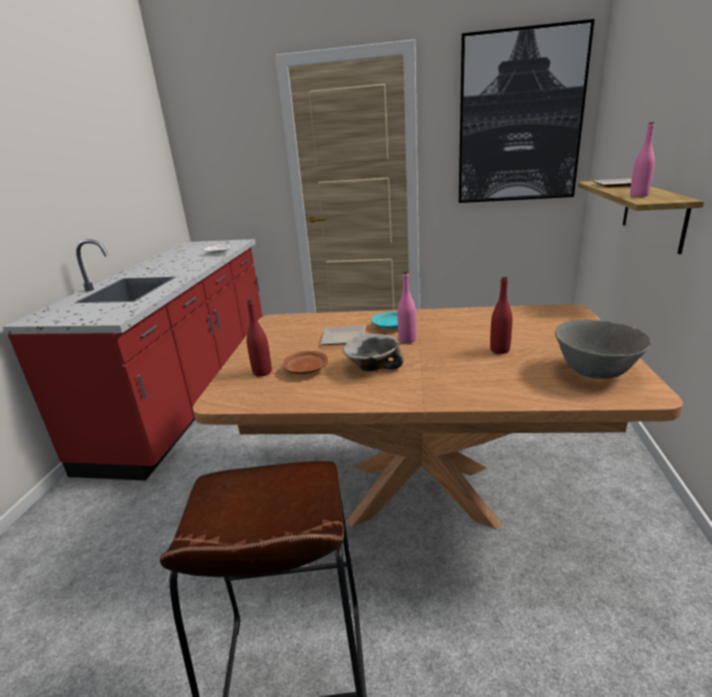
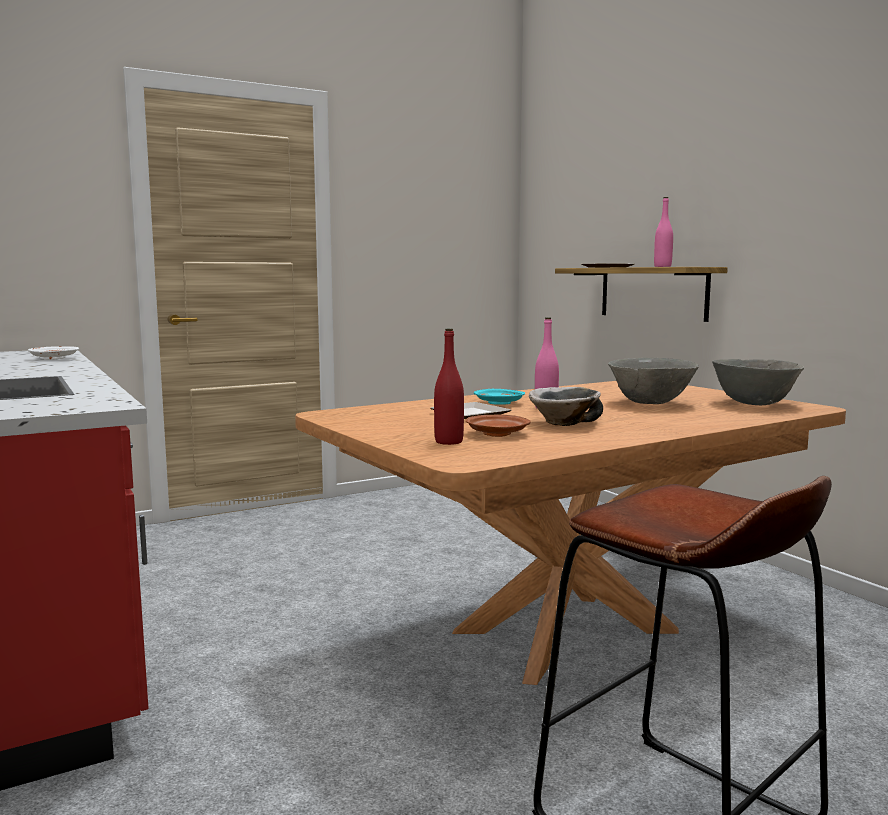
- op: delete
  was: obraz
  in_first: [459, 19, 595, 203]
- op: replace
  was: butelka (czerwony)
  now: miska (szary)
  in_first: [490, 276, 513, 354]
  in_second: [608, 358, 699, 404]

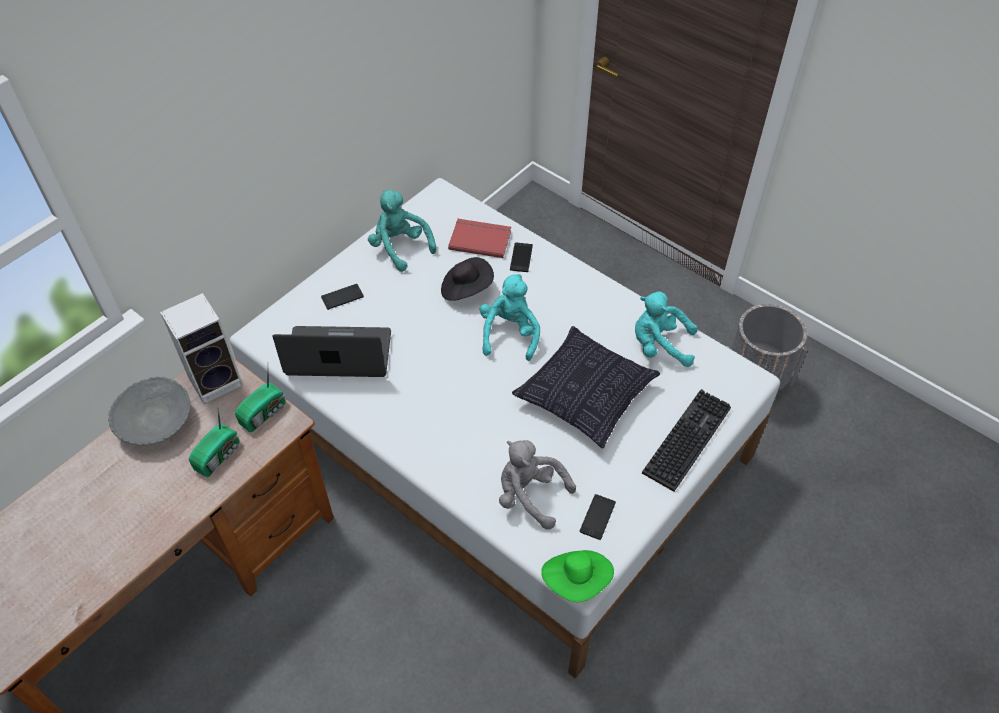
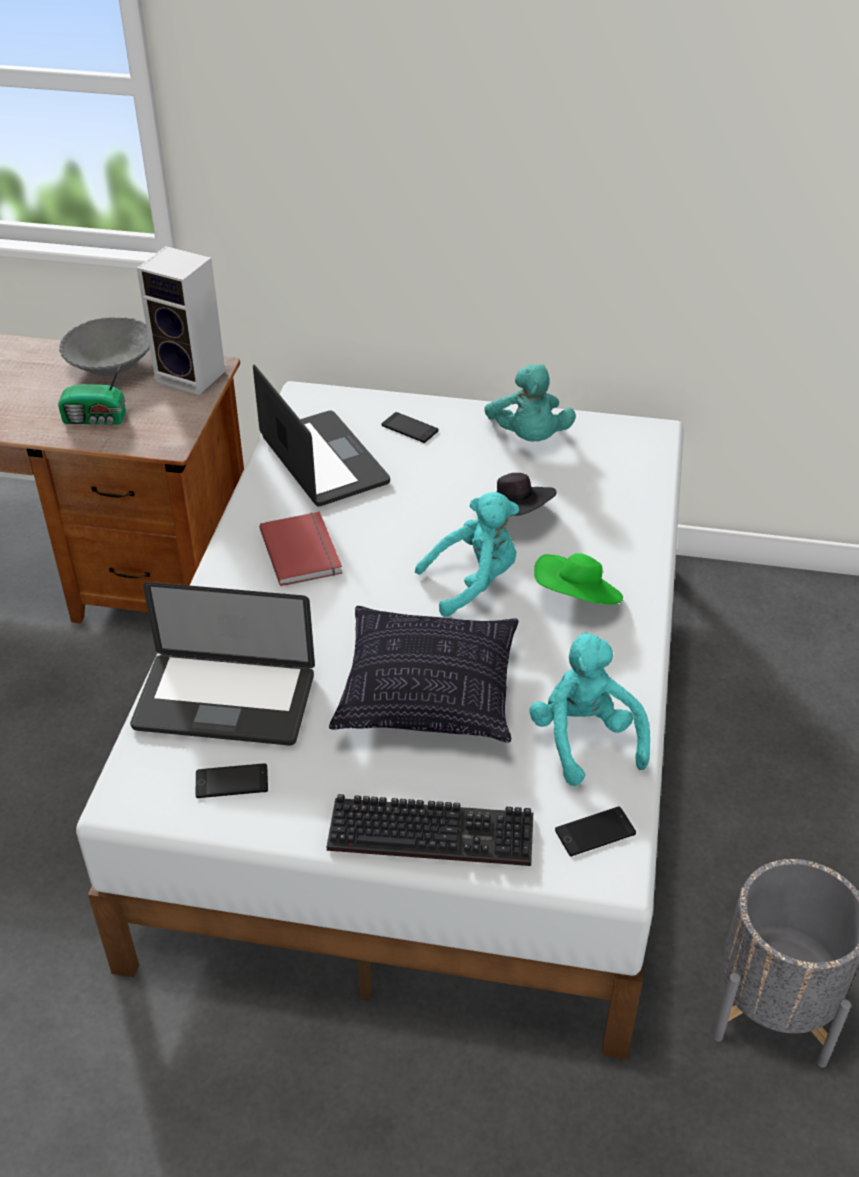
- op: delete
  was: radio
  in_first: [235, 367, 286, 432]
- op: move
  was: książka (czerwony)
  in_first: [448, 219, 511, 258]
  in_second: [259, 512, 342, 586]
- op: move
  was: telefon
  in_first: [510, 243, 533, 272]
  in_second: [555, 807, 636, 857]
- op: move
  was: kapelusz (zielony)
  in_first: [541, 550, 614, 602]
  in_second: [534, 553, 623, 604]
- op: replace
  was: pluszak (szary)
  now: laptop
  in_first: [499, 440, 576, 530]
  in_second: [130, 582, 315, 746]
- op: rotate
  was: pluszak (turkusowy)
  in_first: [368, 190, 436, 272]
  in_second: [484, 364, 576, 442]
  clockwise: 150

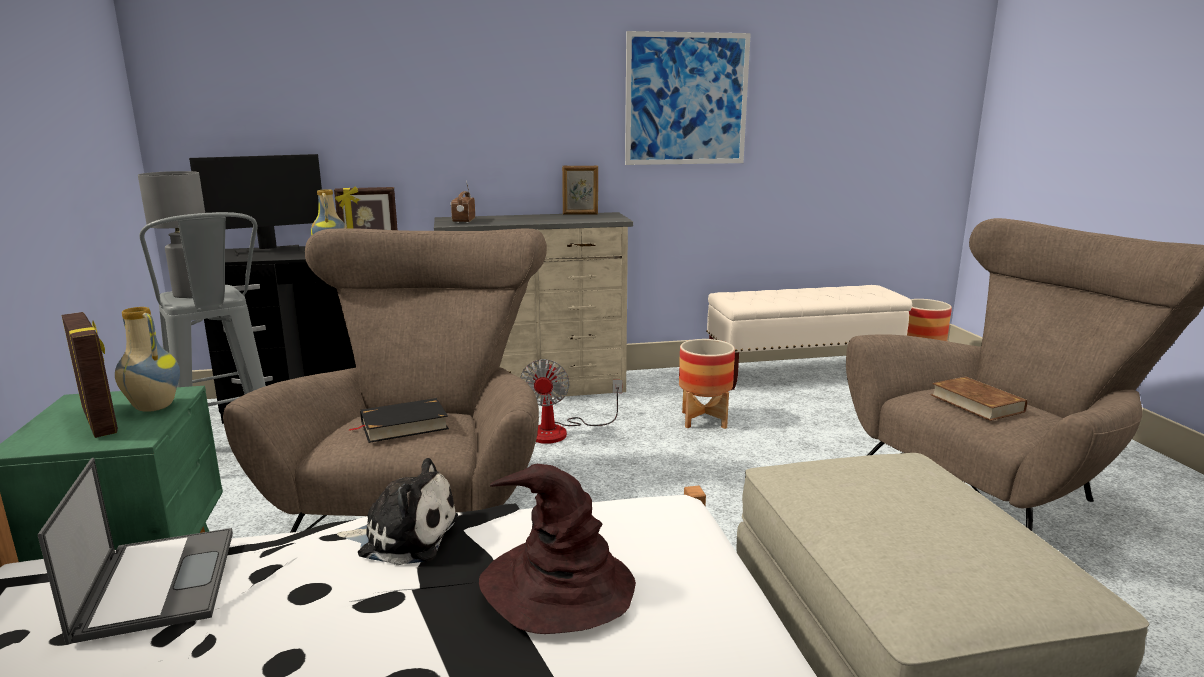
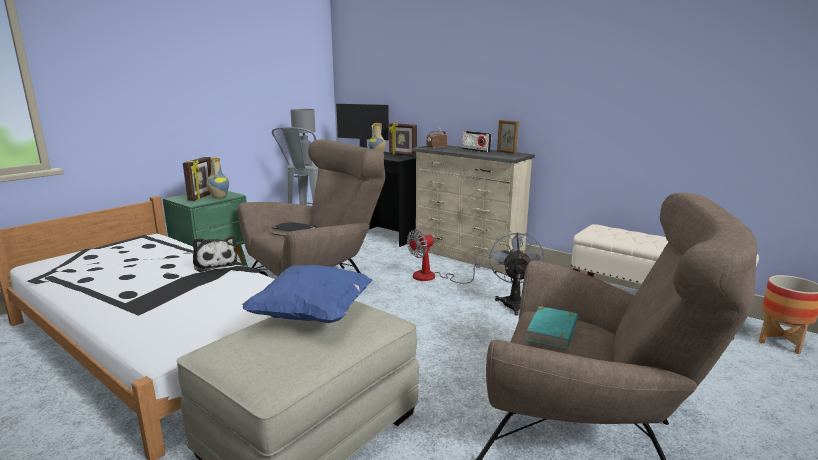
- op: delete
  was: laptop
  in_first: [37, 458, 233, 644]
- op: delete
  was: kapelusz (brązowy)
  in_first: [479, 464, 636, 634]
- op: delete
  was: obraz
  in_first: [625, 31, 751, 165]
- op: insert
  now: poduszka (niebieski)
  in_second: [242, 265, 373, 323]
- op: insert
  now: radio
  in_second: [462, 131, 492, 153]
- op: replace
  was: donica
  now: wentylator (szary)
  in_first: [679, 339, 735, 429]
  in_second: [489, 230, 544, 315]
- op: recolor
  was: książka (brązowy)
  now: książka (turkusowy)
  in_first: [931, 376, 1027, 421]
  in_second: [526, 306, 578, 350]

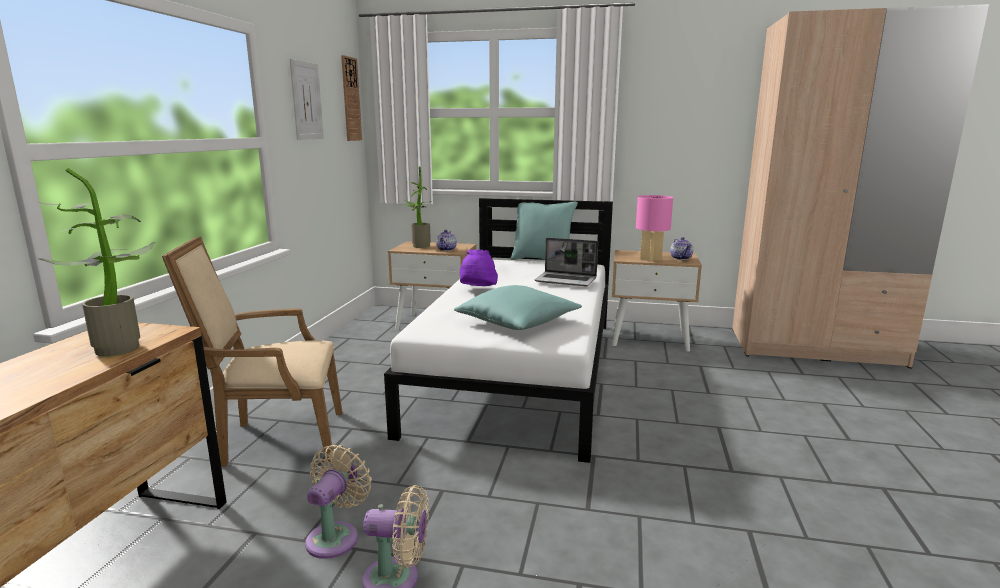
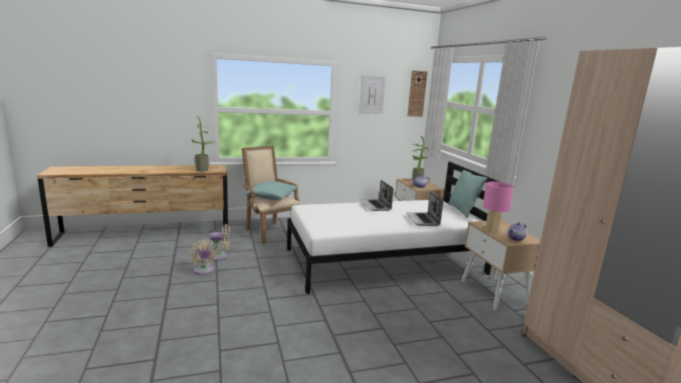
- op: move
  was: poduszka (turkusowy)
  in_first: [454, 285, 582, 330]
  in_second: [245, 181, 299, 200]
- op: replace
  was: kapelusz (fioletowy)
  now: laptop
  in_first: [460, 249, 498, 286]
  in_second: [359, 180, 393, 211]

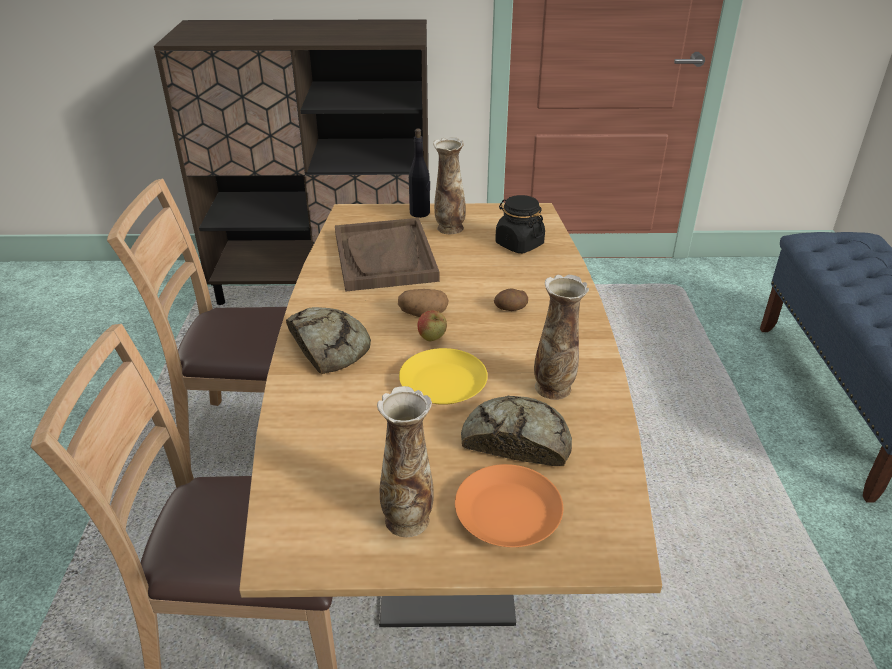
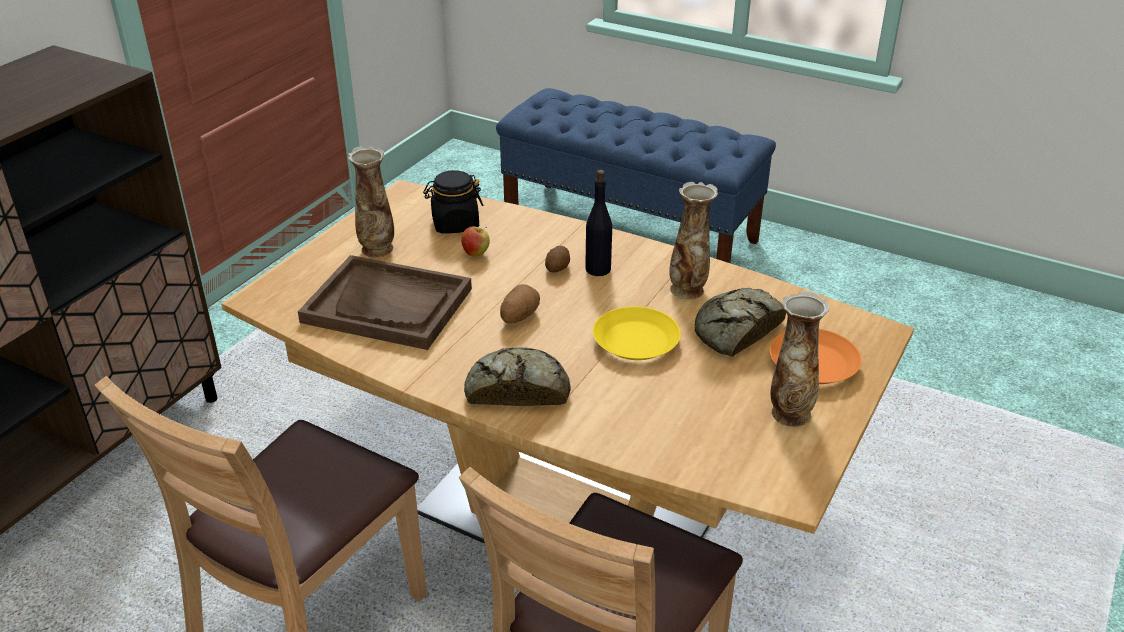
- op: move
  was: butelka (czarny)
  in_first: [409, 129, 430, 218]
  in_second: [585, 170, 612, 276]
- op: move
  was: jabłko
  in_first: [417, 310, 447, 342]
  in_second: [461, 227, 490, 256]

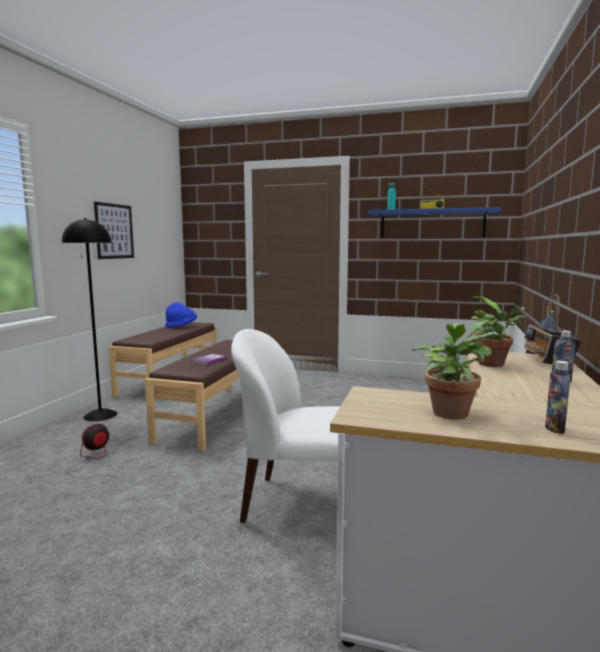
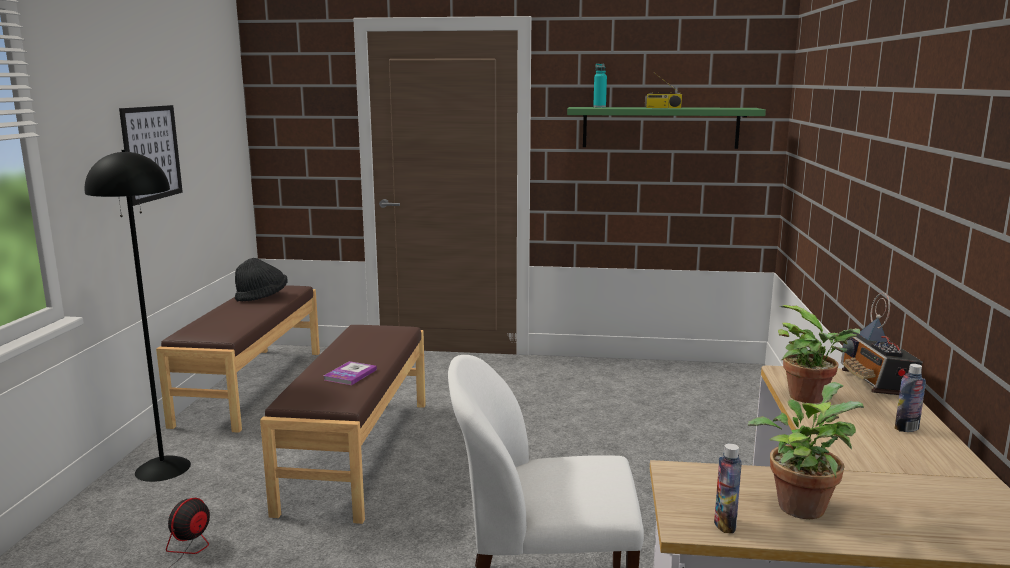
- op: move
  was: butelka
  in_first: [545, 361, 571, 434]
  in_second: [714, 443, 742, 533]
- op: recolor
  was: kapelusz (niebieski)
  now: kapelusz (czarny)
  in_first: [165, 302, 197, 328]
  in_second: [235, 258, 288, 301]
- op: recolor
  was: półka (niebieski)
  now: półka (zielony)
  in_first: [369, 207, 501, 238]
  in_second: [567, 107, 766, 149]

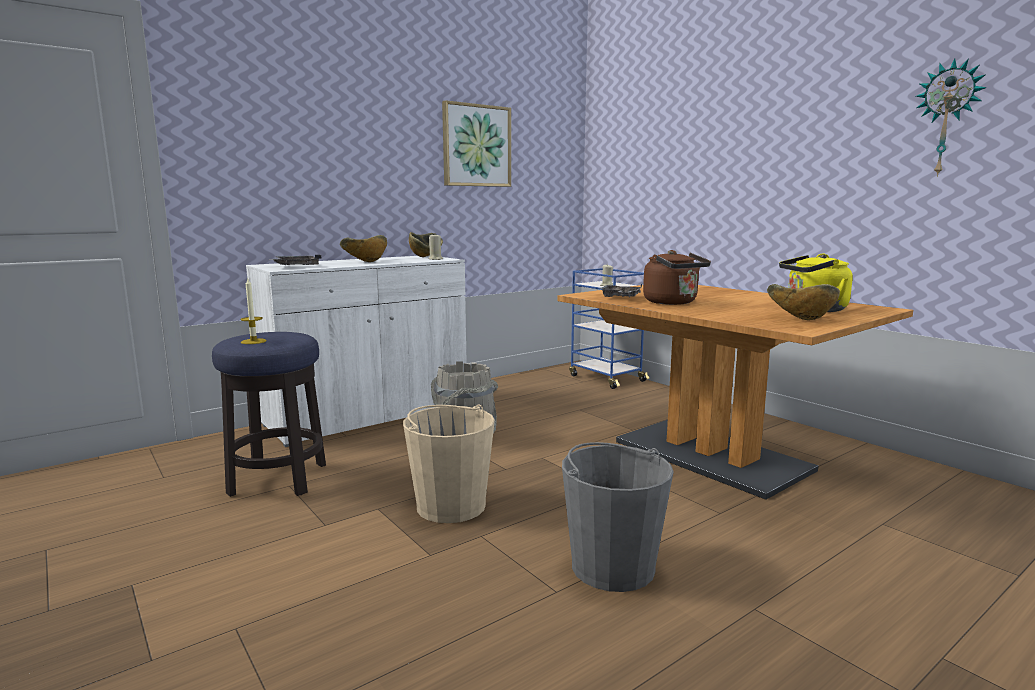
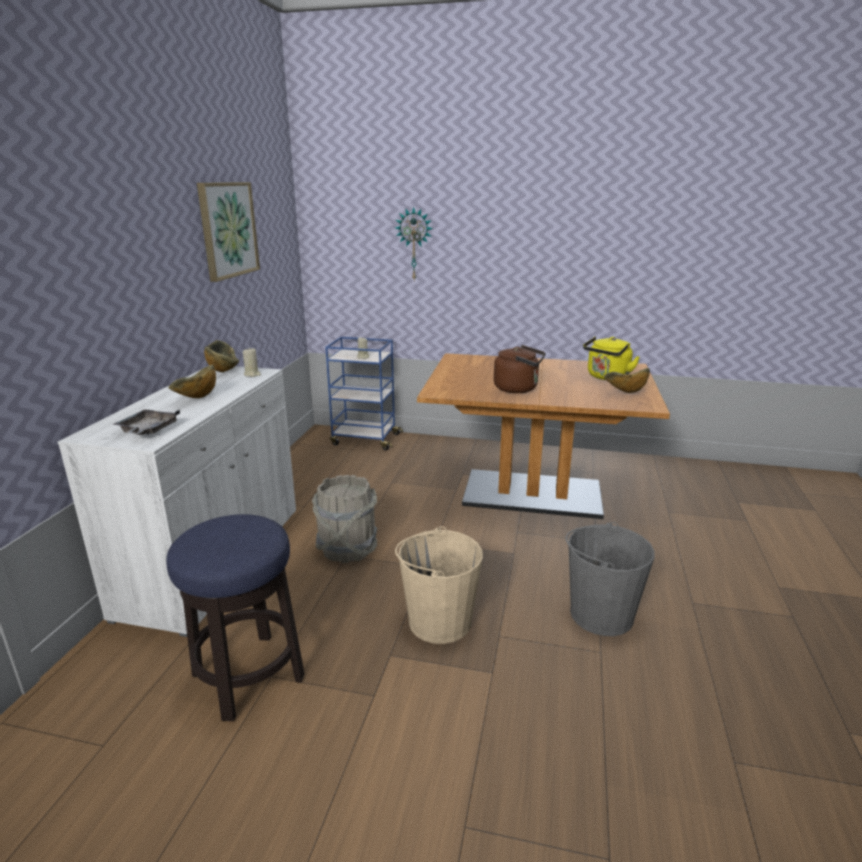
- op: delete
  was: świeca
  in_first: [241, 279, 267, 344]
- op: delete
  was: taca (szary)
  in_first: [599, 284, 642, 297]
- op: move
  was: zegar ścienny
  in_first: [916, 58, 987, 177]
  in_second: [396, 207, 433, 280]

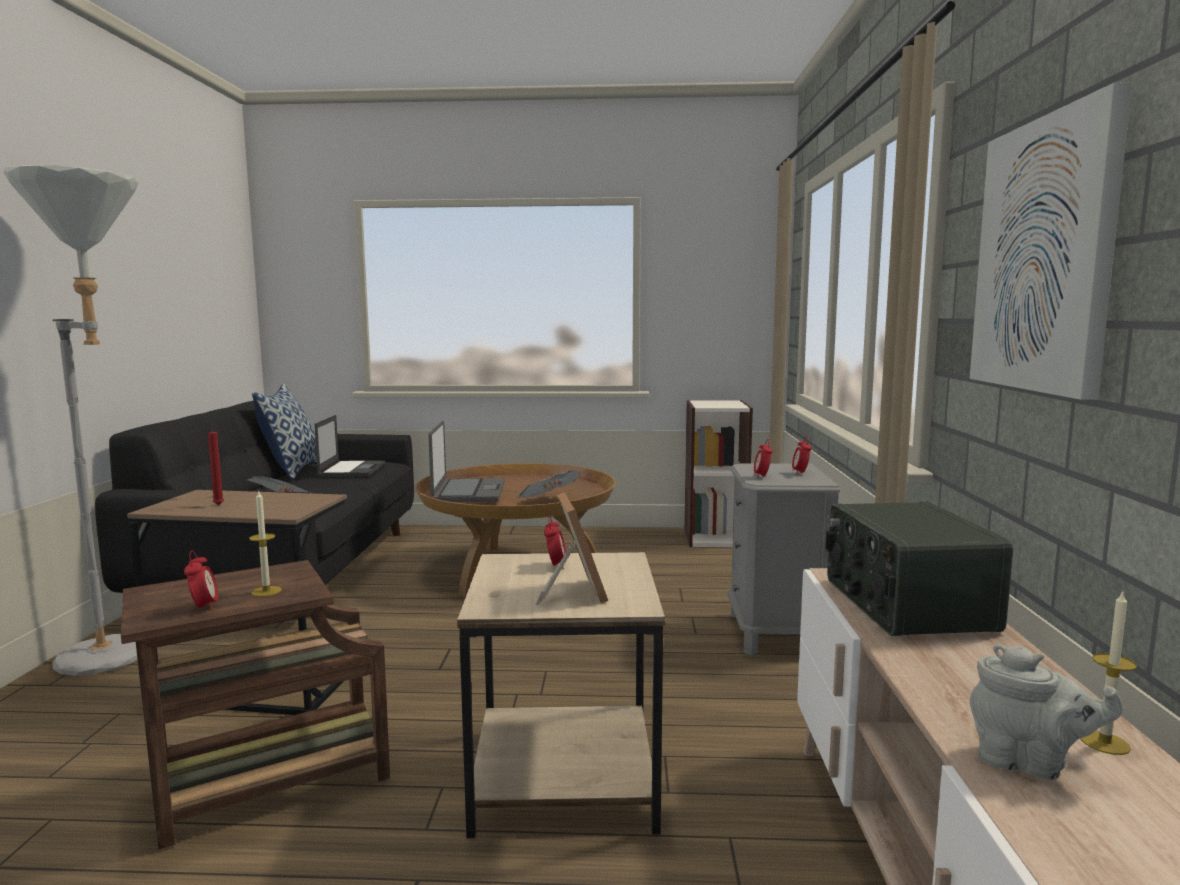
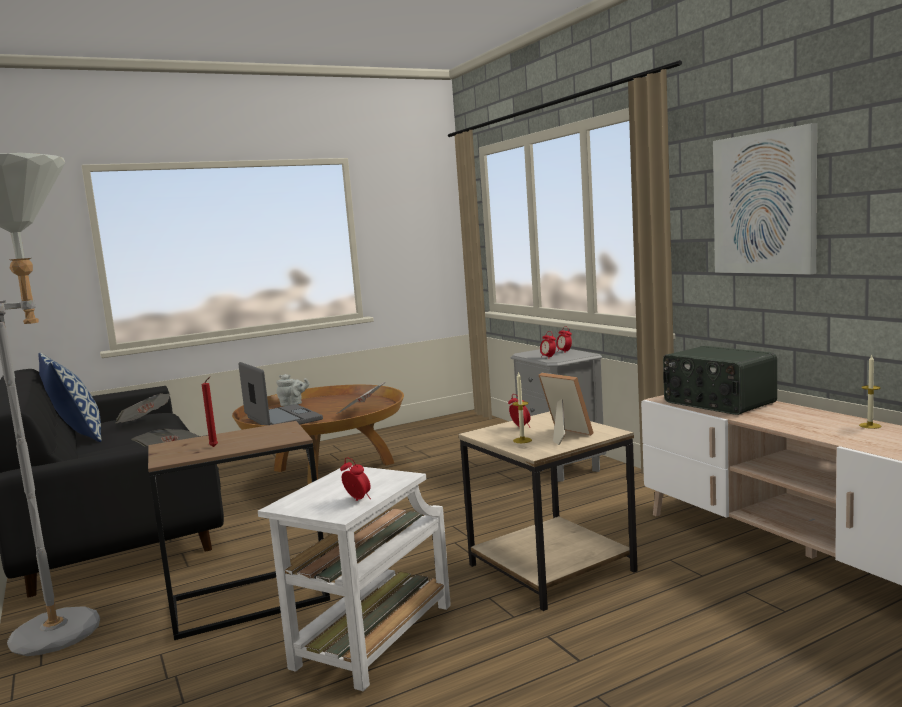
- op: delete
  was: regał
  in_first: [684, 400, 753, 547]
- op: move
  was: świeca
  in_first: [249, 491, 282, 597]
  in_second: [512, 371, 532, 443]
- op: move
  was: imbryk (szary)
  in_first: [970, 644, 1124, 780]
  in_second: [276, 374, 309, 406]
- op: replace
  was: laptop
  now: gazeta
  in_first: [314, 415, 385, 476]
  in_second: [115, 393, 170, 423]
- op: recolor
  was: stolik (brązowy)
  now: stolik (biały)
  in_first: [121, 560, 390, 849]
  in_second: [258, 466, 451, 691]

